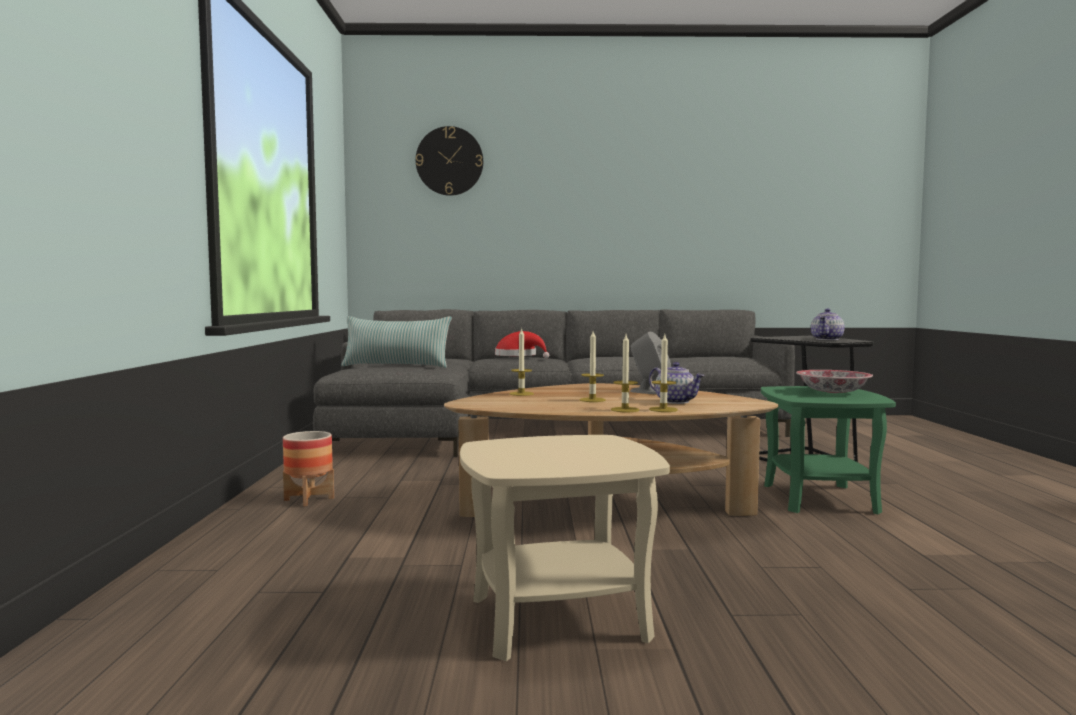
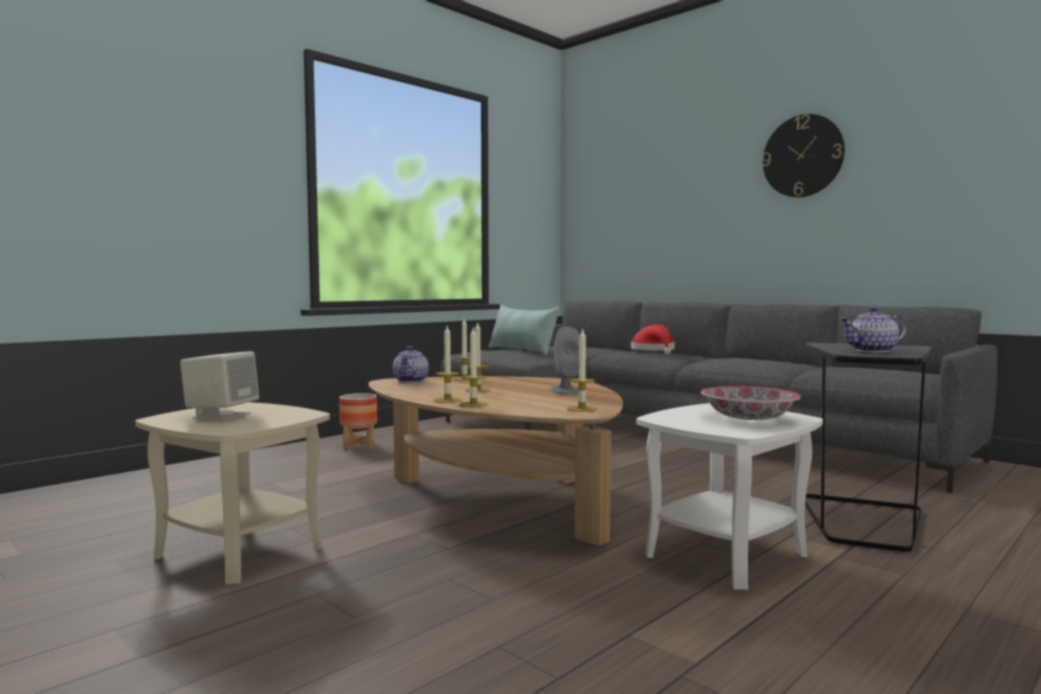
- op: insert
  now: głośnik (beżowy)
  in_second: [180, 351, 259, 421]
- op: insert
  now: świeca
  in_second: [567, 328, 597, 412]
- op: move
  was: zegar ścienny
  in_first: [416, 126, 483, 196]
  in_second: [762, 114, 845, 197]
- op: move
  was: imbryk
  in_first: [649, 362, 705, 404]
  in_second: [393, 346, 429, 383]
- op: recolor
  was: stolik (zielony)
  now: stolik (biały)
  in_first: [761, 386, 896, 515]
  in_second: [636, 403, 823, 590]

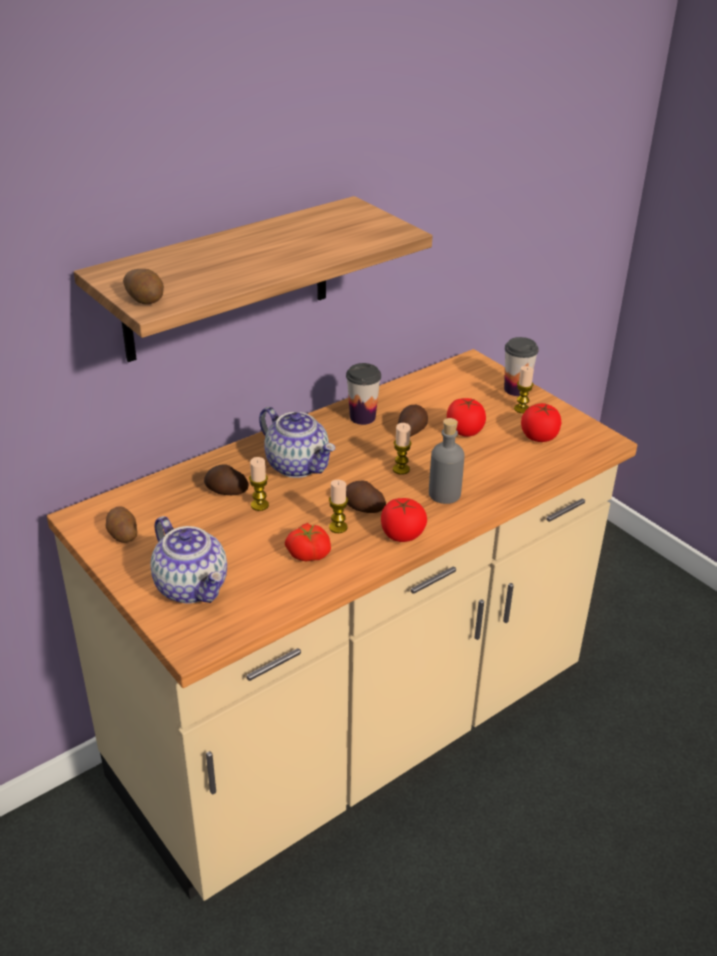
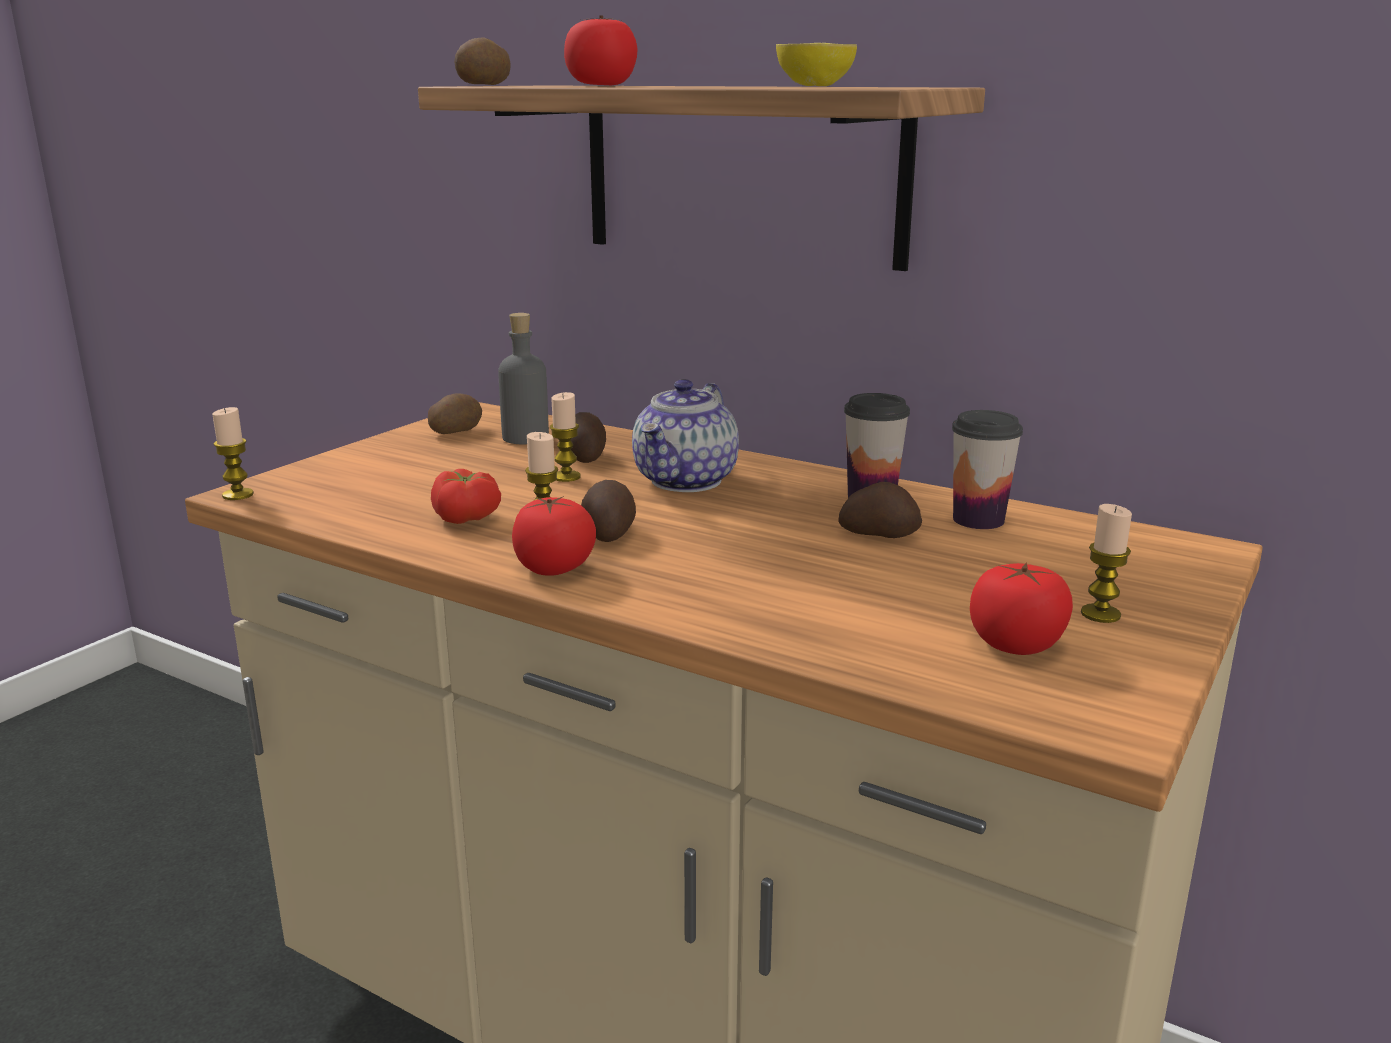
- op: delete
  was: imbryk
  in_first: [150, 516, 227, 603]
- op: insert
  now: cytryna
  in_second: [776, 43, 857, 86]
- op: move
  was: świeca
  in_first: [393, 423, 412, 475]
  in_second: [212, 407, 254, 500]
- op: move
  was: butelka (szary)
  in_first: [429, 418, 465, 504]
  in_second: [498, 313, 549, 444]
- op: move
  was: pomidor
  in_first: [447, 398, 486, 437]
  in_second: [564, 15, 638, 85]
- op: move
  was: filiżanka
  in_first: [504, 337, 539, 396]
  in_second: [952, 410, 1023, 529]

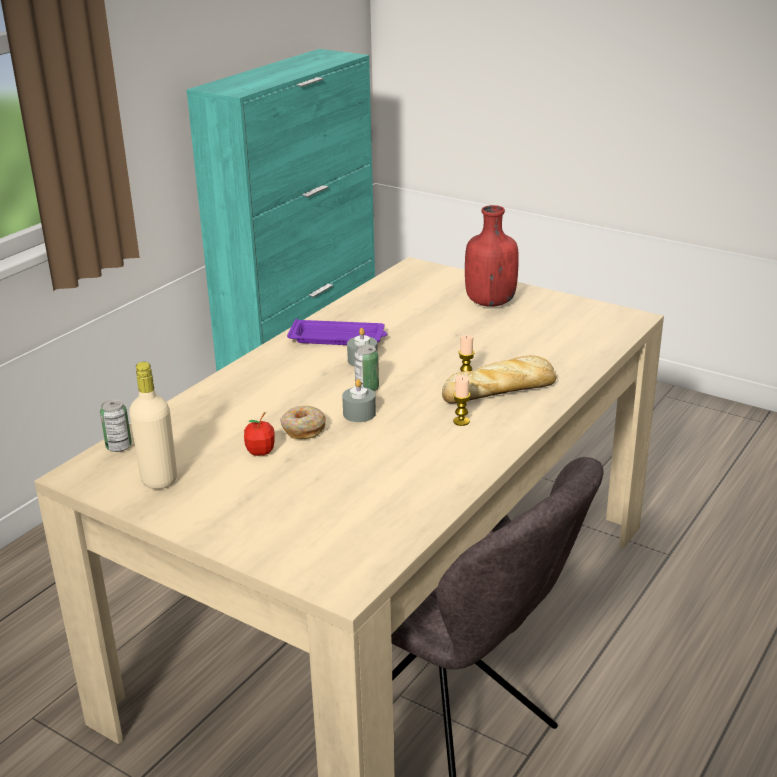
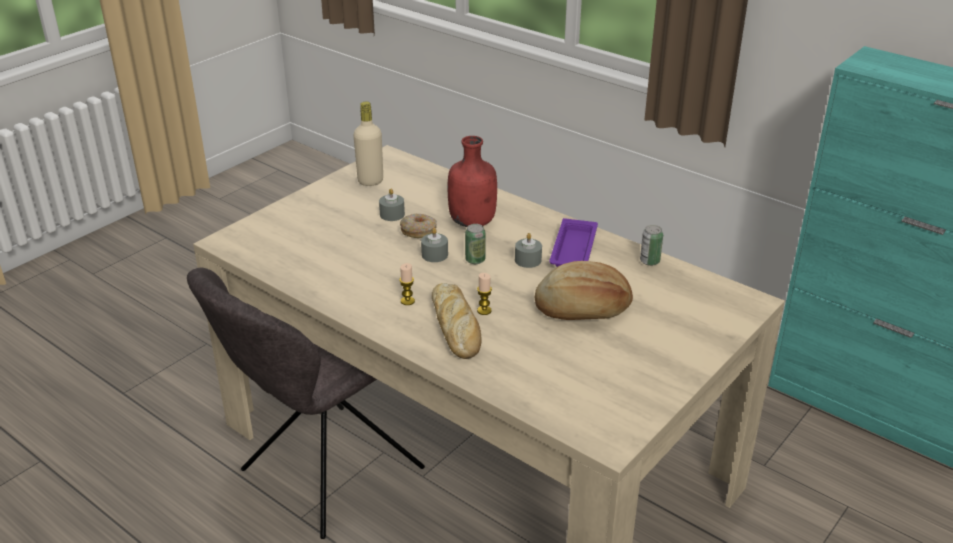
- op: insert
  now: chleb
  in_second: [535, 261, 633, 320]
- op: move
  was: puszka
  in_first: [100, 399, 132, 452]
  in_second: [640, 225, 663, 266]
- op: move
  was: butelka (czerwony)
  in_first: [465, 205, 519, 307]
  in_second: [448, 136, 497, 227]
- op: replace
  was: jabłko
  now: świeca (szary)
  in_first: [244, 412, 274, 456]
  in_second: [379, 189, 405, 221]

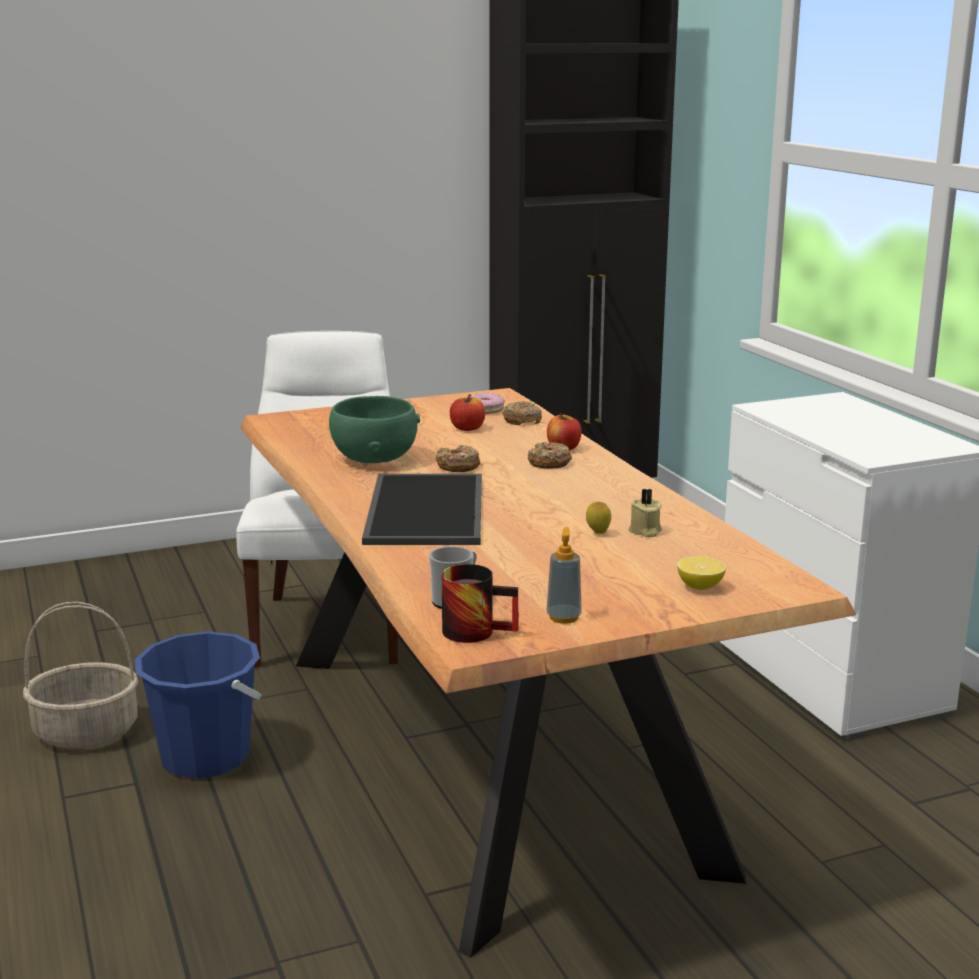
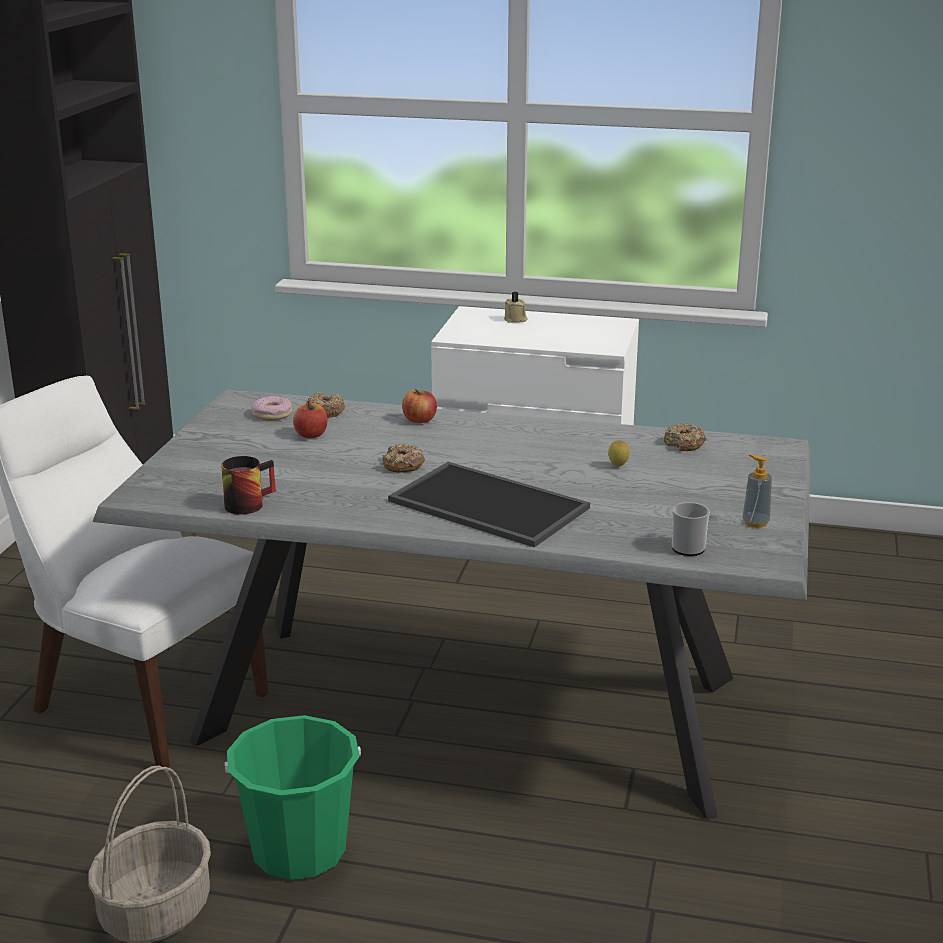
- op: delete
  was: miska (zielony)
  in_first: [329, 396, 420, 463]
- op: delete
  was: cytryna
  in_first: [677, 556, 727, 590]
- op: move
  was: kubek
  in_first: [442, 564, 519, 643]
  in_second: [221, 456, 276, 515]
- op: move
  was: donut
  in_first: [527, 442, 572, 469]
  in_second: [664, 423, 706, 451]
- op: move
  was: świeca (beżowy)
  in_first: [629, 489, 662, 537]
  in_second: [504, 292, 527, 323]
- op: recolor
  was: wiadro (niebieski)
  now: wiadro (zielony)
  in_first: [135, 631, 262, 778]
  in_second: [225, 715, 361, 880]
- op: recolor
  was: stół jadalny (brązowy)
  now: stół jadalny (szary)
  in_first: [240, 388, 856, 958]
  in_second: [93, 389, 811, 820]

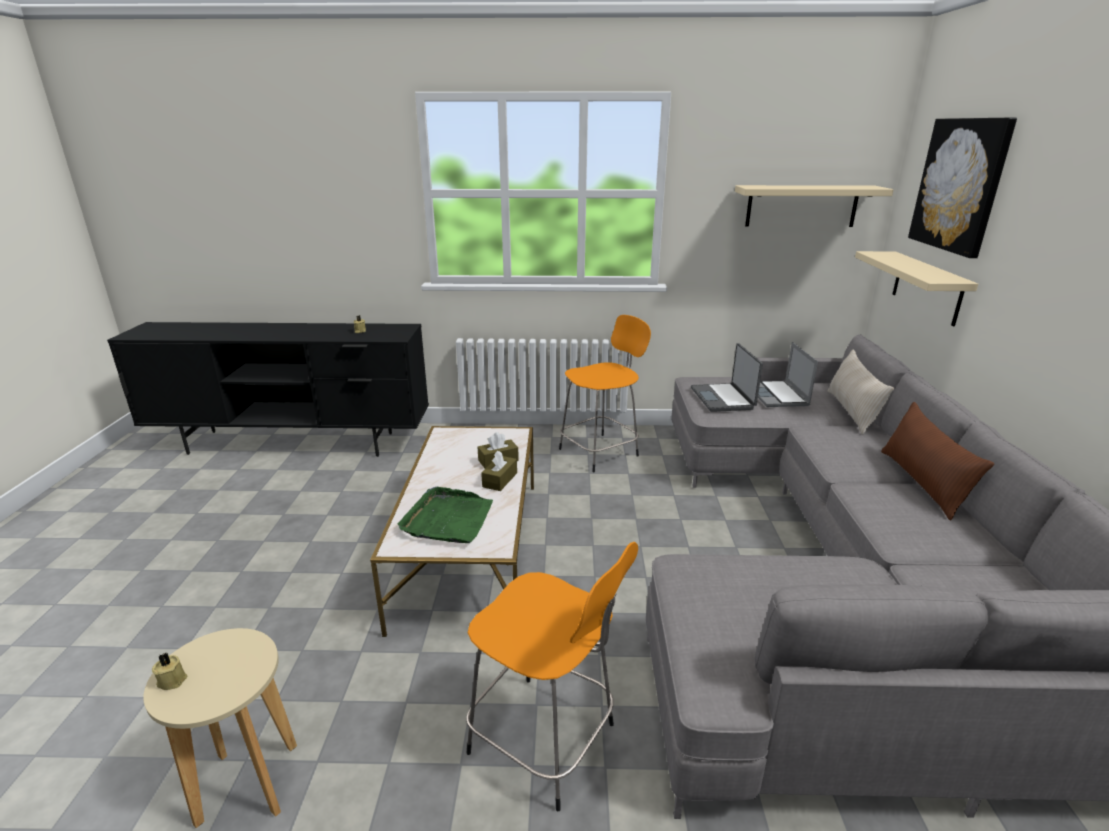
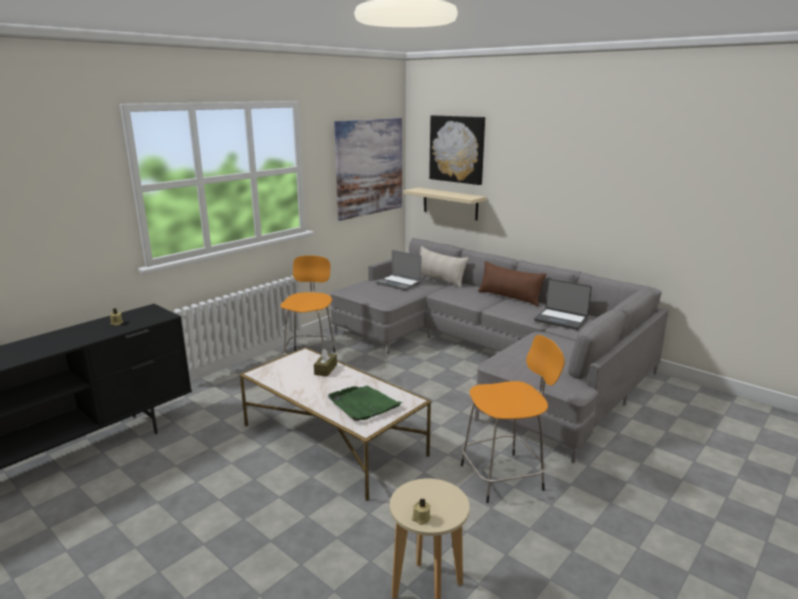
- op: delete
  was: pudełko chusteczek (brązowy)
  in_first: [481, 451, 517, 491]
- op: move
  was: laptop
  in_first: [691, 343, 763, 412]
  in_second: [534, 279, 592, 330]
- op: replace
  was: półka (beżowy)
  now: obraz
  in_first: [735, 185, 894, 227]
  in_second: [334, 118, 402, 221]

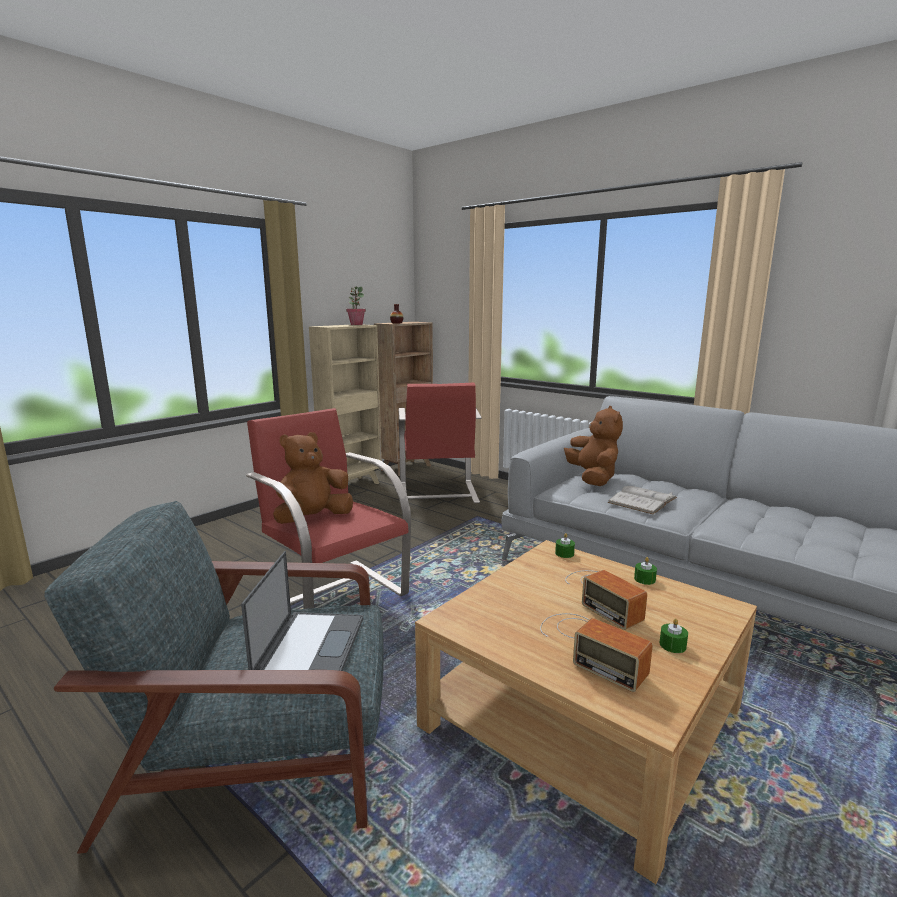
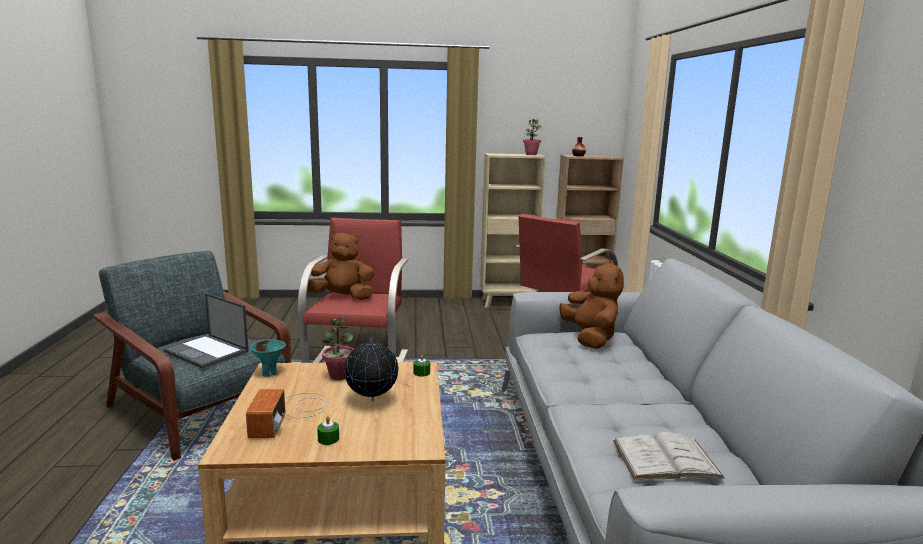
- op: delete
  was: świeca (zielony)
  in_first: [634, 557, 657, 585]
- op: insert
  now: miska (turkusowy)
  in_second: [251, 339, 286, 377]
- op: insert
  now: roślina doniczkowa
  in_second: [322, 315, 354, 380]
- op: move
  was: książka (biały)
  in_first: [607, 486, 677, 514]
  in_second: [613, 431, 725, 479]
- op: replace
  was: radio
  now: globus
  in_first: [565, 570, 647, 630]
  in_second: [344, 337, 399, 401]
- op: rotate
  was: laptop
  in_first: [241, 551, 363, 671]
  in_second: [163, 293, 249, 369]
  clockwise: 75
- op: rotate
  was: pluszak (brązowy)
  in_first: [564, 406, 623, 486]
  in_second: [559, 260, 624, 349]
  clockwise: -45

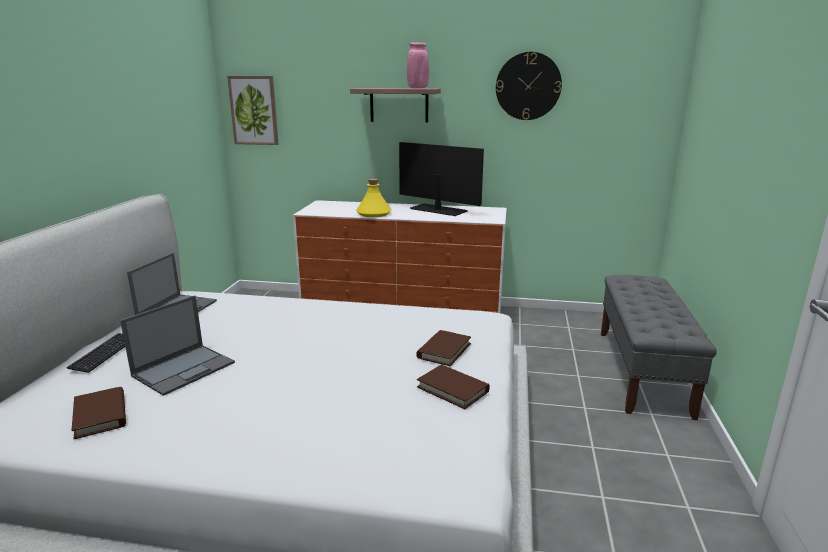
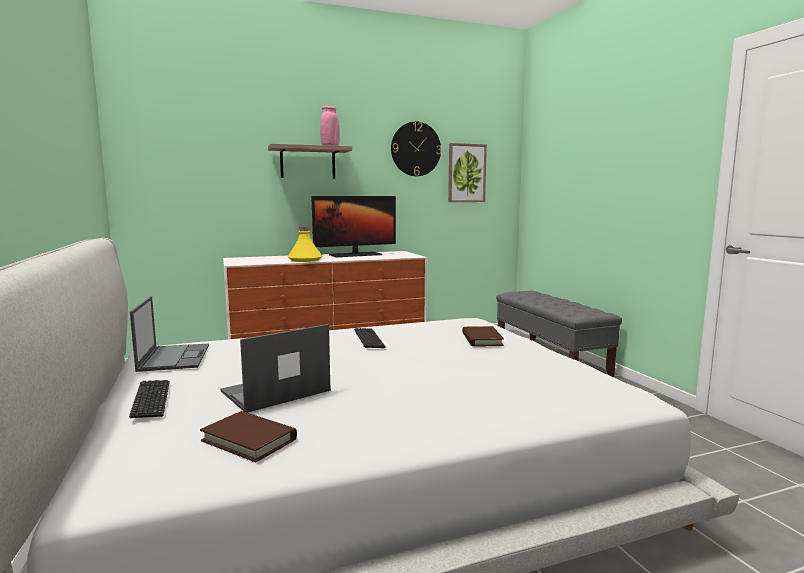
- op: delete
  was: książka (brązowy)
  in_first: [417, 365, 490, 409]
- op: insert
  now: klawiatura
  in_second: [354, 328, 386, 348]
- op: move
  was: obraz
  in_first: [227, 76, 279, 145]
  in_second: [448, 143, 487, 202]
- op: rotate
  was: laptop
  in_first: [120, 295, 235, 396]
  in_second: [221, 324, 331, 413]
  clockwise: -135
- op: rotate
  was: monitor
  in_first: [399, 142, 484, 216]
  in_second: [312, 196, 396, 257]
  clockwise: 150

